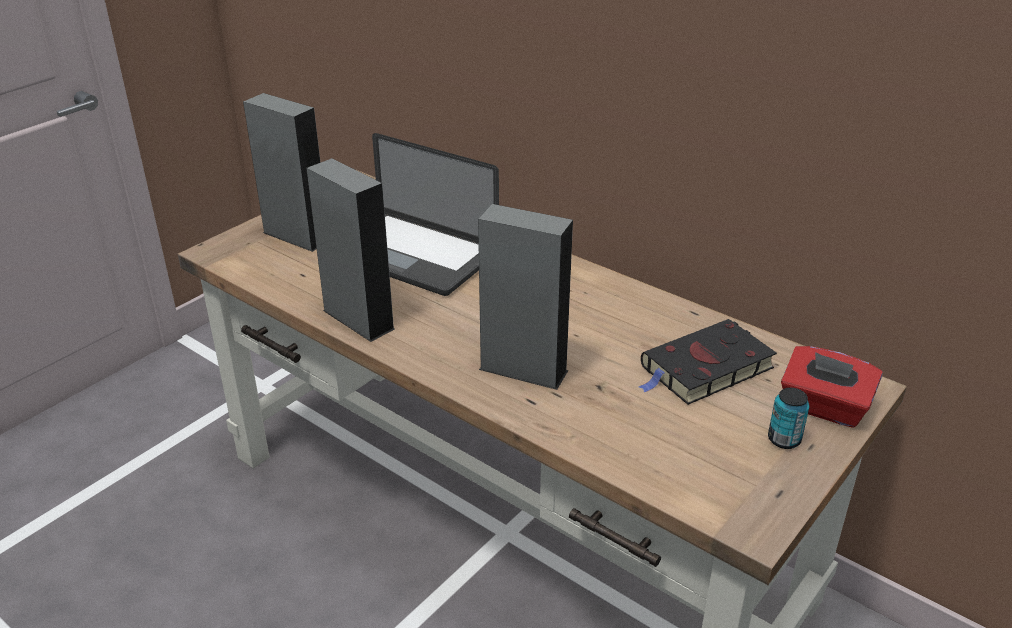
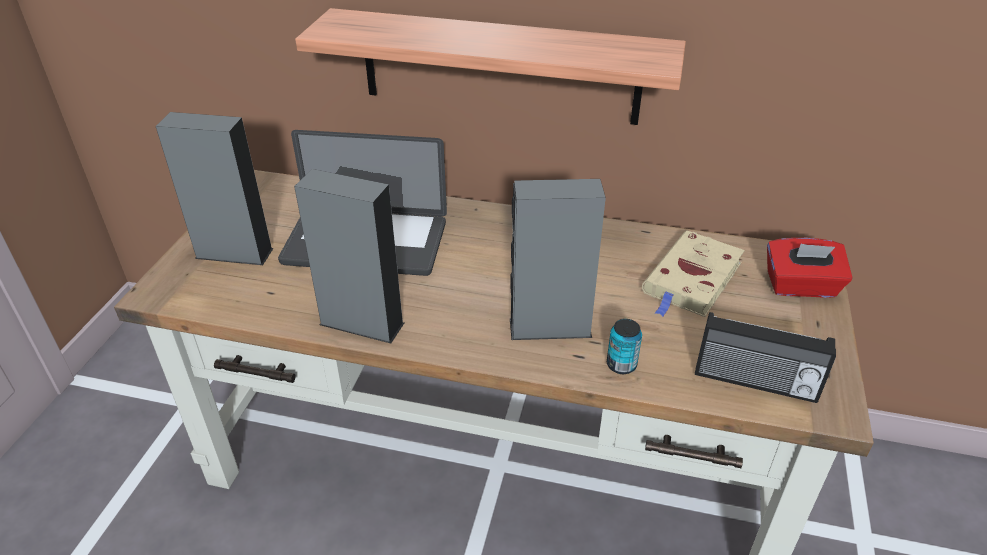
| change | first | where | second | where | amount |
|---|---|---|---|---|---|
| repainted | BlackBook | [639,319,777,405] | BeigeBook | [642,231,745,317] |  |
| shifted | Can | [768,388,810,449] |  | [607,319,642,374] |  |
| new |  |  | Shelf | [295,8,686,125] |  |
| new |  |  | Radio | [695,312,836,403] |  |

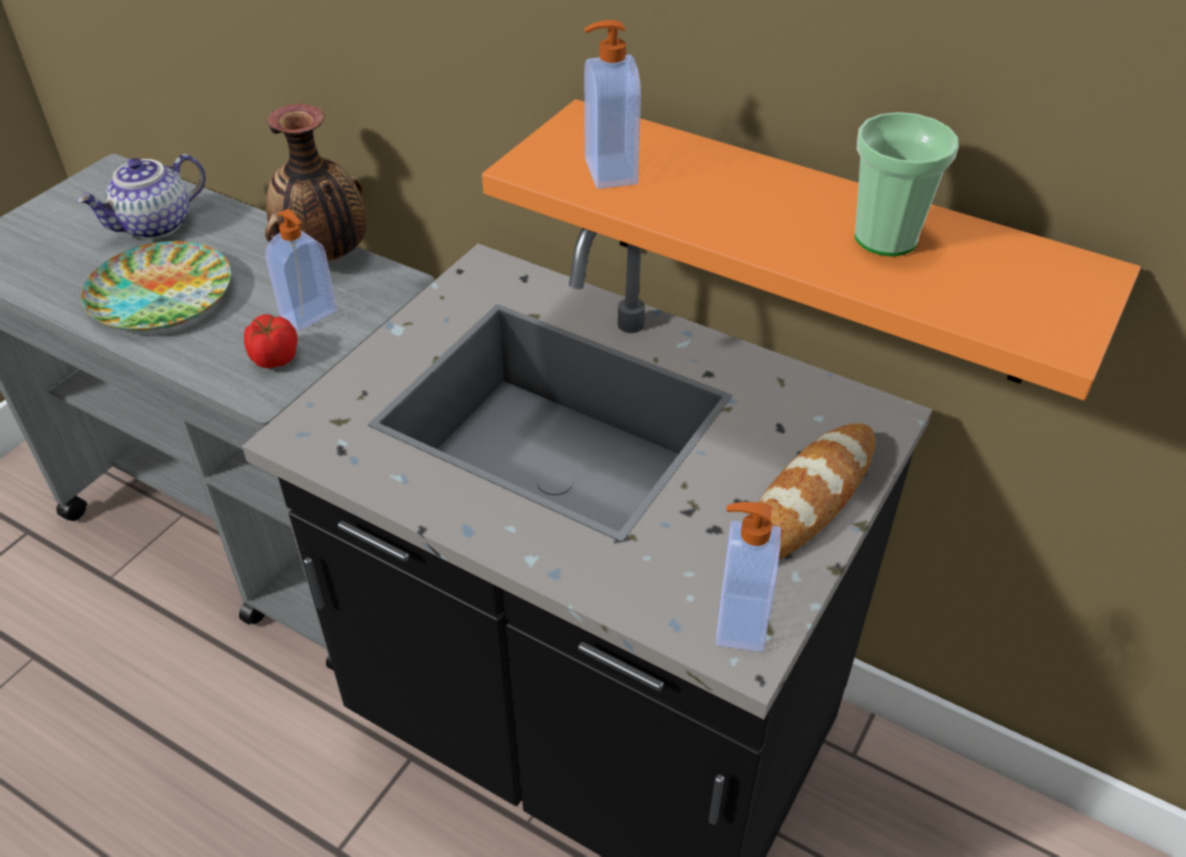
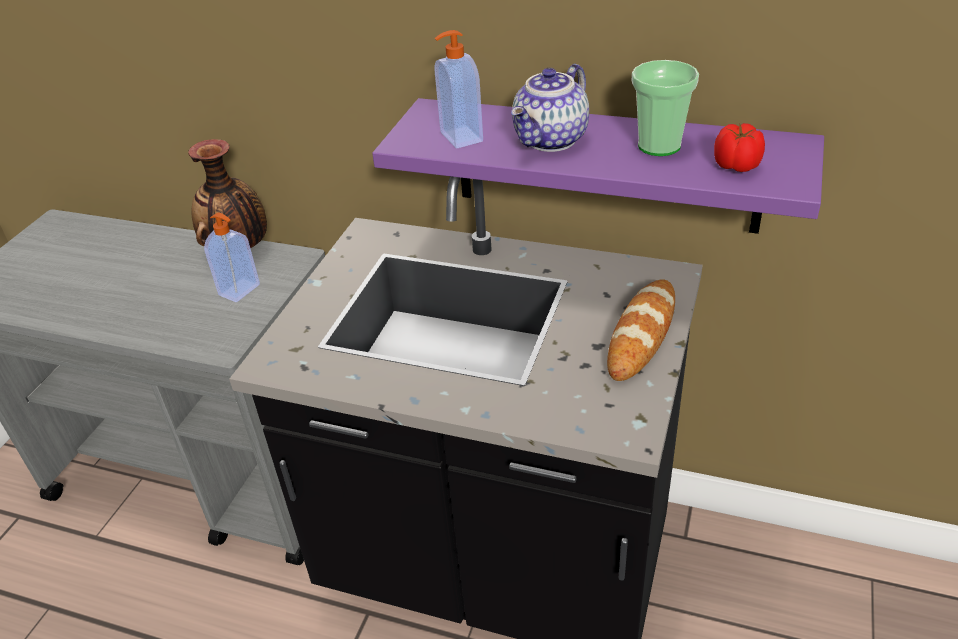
| change | first | where | second | where | amount |
|---|---|---|---|---|---|
| shifted | Teapot | [77,154,206,239] |  | [511,64,589,152] |  |
| gone | Plate | [81,241,231,331] |  |  |  |
| shifted | Tomato | [244,314,298,368] |  | [714,123,765,172] |  |
| repainted | OrangeShelf | [482,99,1141,400] | PurpleShelf | [372,98,824,234] |  |
| gone | SoapDispenser | [716,502,781,652] |  |  |  |

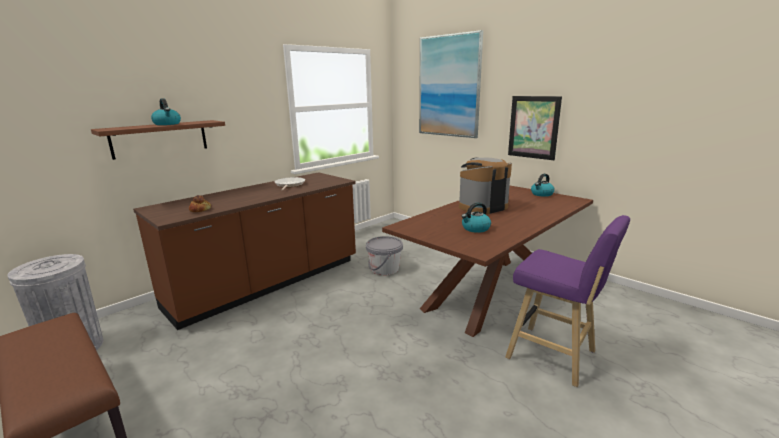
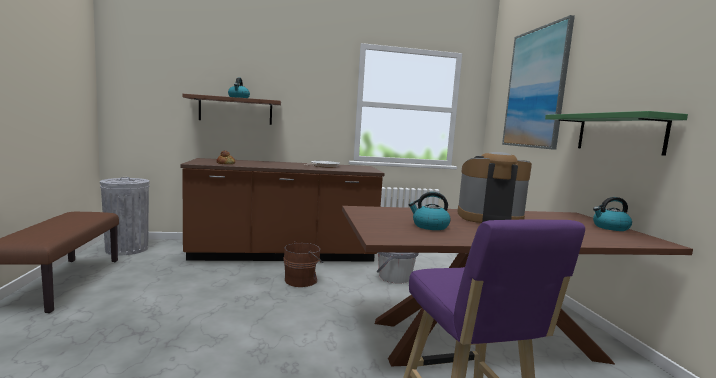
| change | first | where | second | where | amount |
|---|---|---|---|---|---|
| swapped | Picture | [508,96,562,160] | GreenShelf | [545,111,688,156] |  |
| new |  |  | BrownBucket | [283,241,323,287] |  |

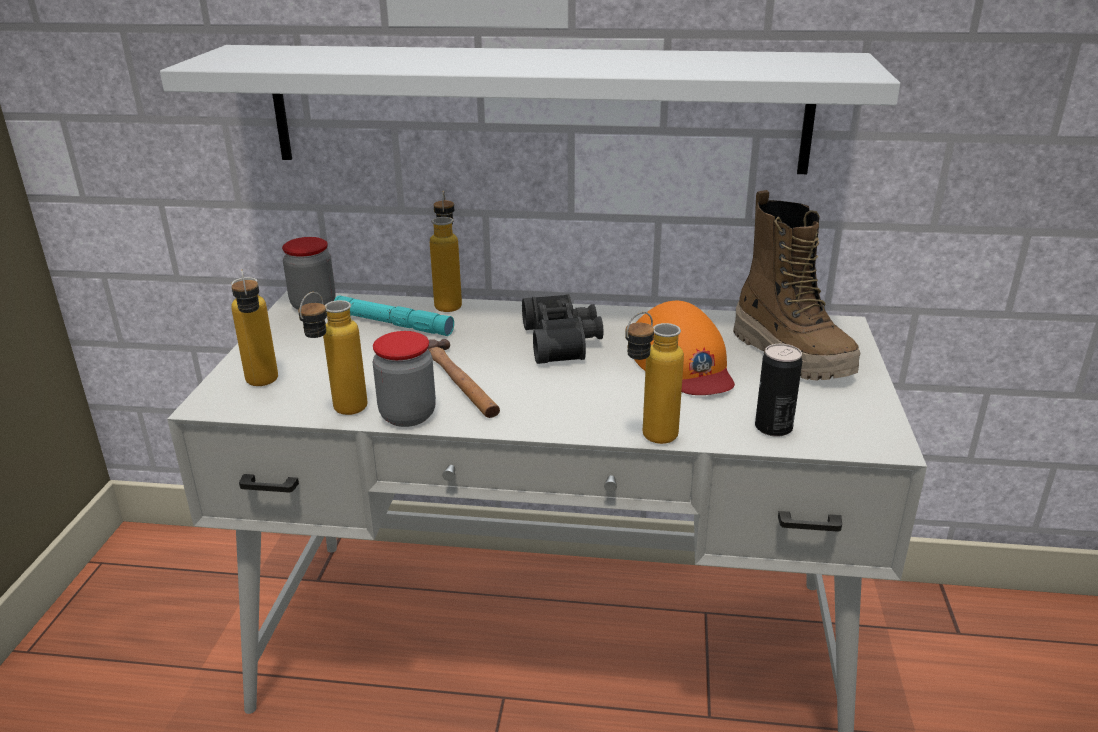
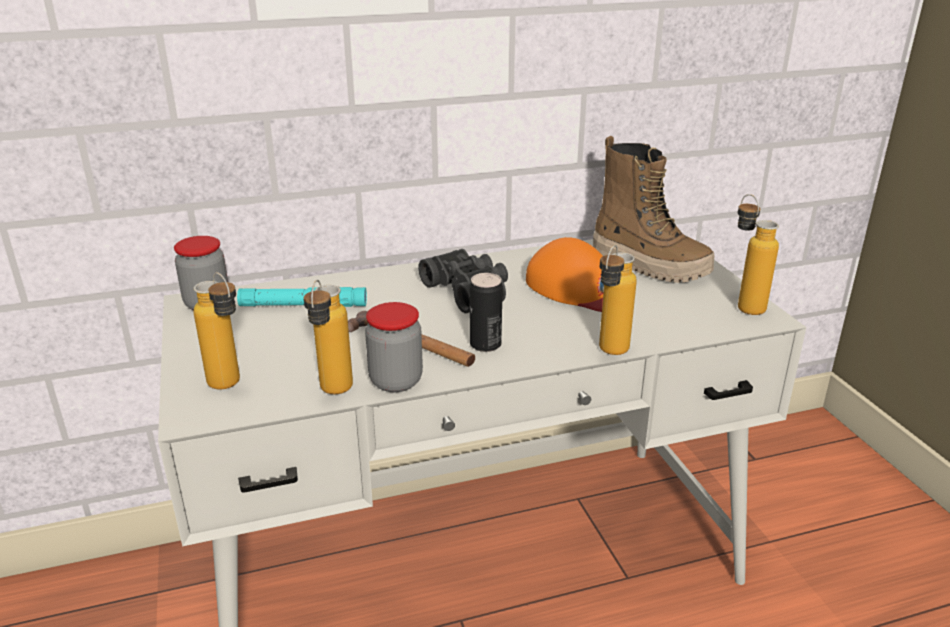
| change | first | where | second | where | amount |
|---|---|---|---|---|---|
| gone | WhiteShelf | [160,45,900,174] |  |  |  |
| shifted | Bottle | [430,191,462,312] |  | [738,194,779,315] |  |
| shifted | Can | [755,344,802,437] |  | [470,273,503,352] |  |

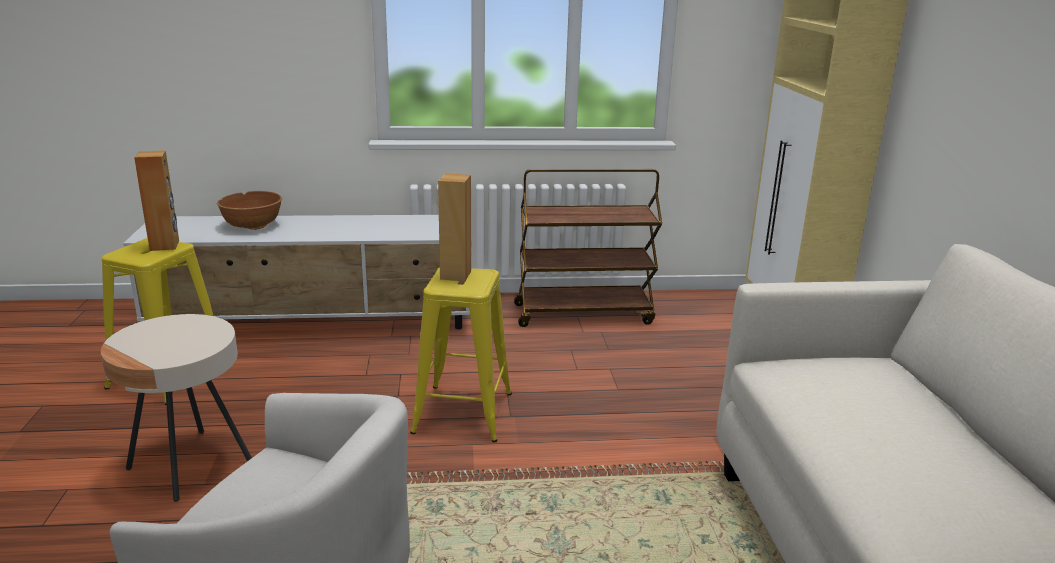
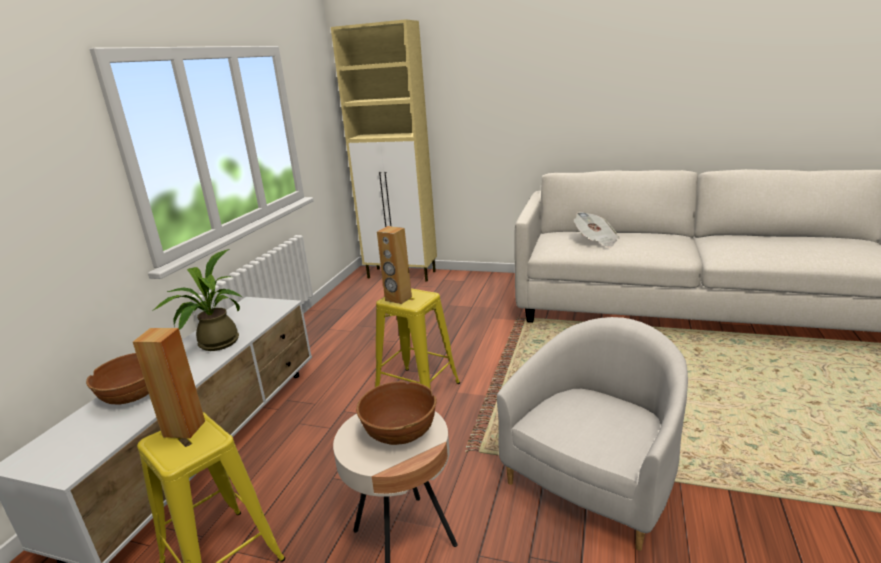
| change | first | where | second | where | amount |
|---|---|---|---|---|---|
| gone | BrownCart | [514,169,662,327] |  |  |  |
| new |  |  | PottedPlant | [152,249,242,351] |  |
| new |  |  | BrownBowl | [356,381,437,445] |  |
| new |  |  | Newspaper | [574,212,620,247] |  |

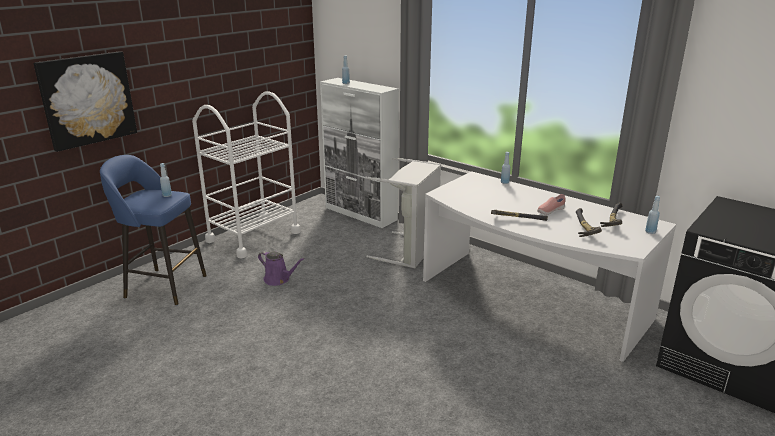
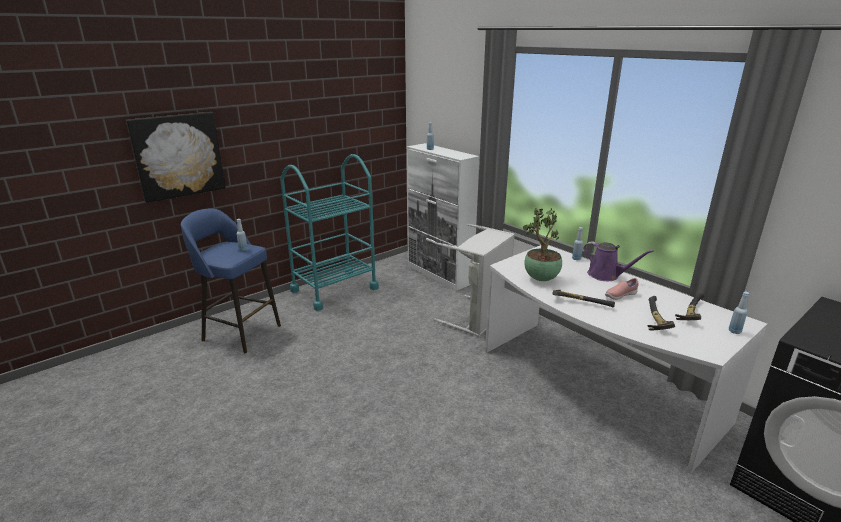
| change | first | where | second | where | amount |
|---|---|---|---|---|---|
| repainted | WhiteCart | [192,92,301,259] | TurquoiseCart | [280,154,379,311] |  |
| shifted | PurpleWateringCan | [258,251,305,286] |  | [584,242,654,281] |  |
| new |  |  | PottedPlant | [523,208,562,281] |  |

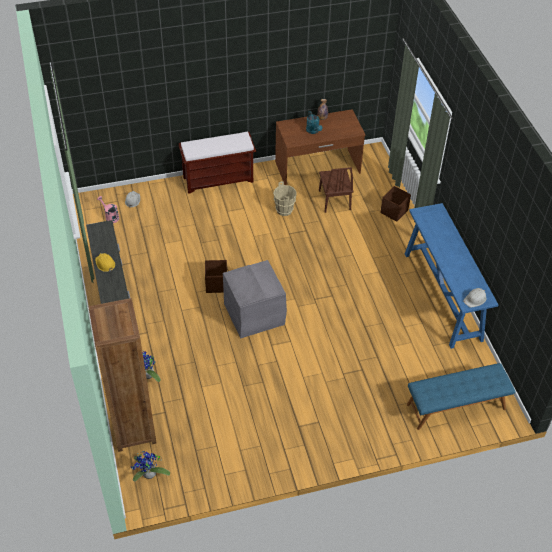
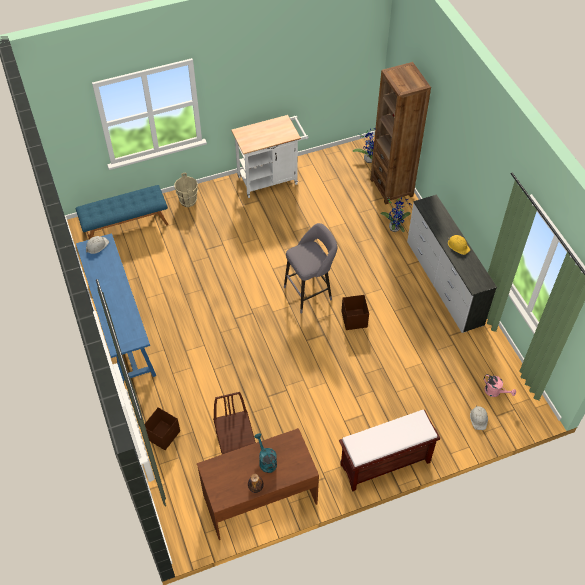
| change | first | where | second | where | amount |
|---|---|---|---|---|---|
| swapped | GreyStorageBox | [223,260,287,339] | GreyStool | [284,223,337,314] |  |
| shifted | BeigeBucket | [273,181,296,216] |  | [174,173,198,207] |  |
| new |  |  | WhiteCart | [231,115,308,198] |  |

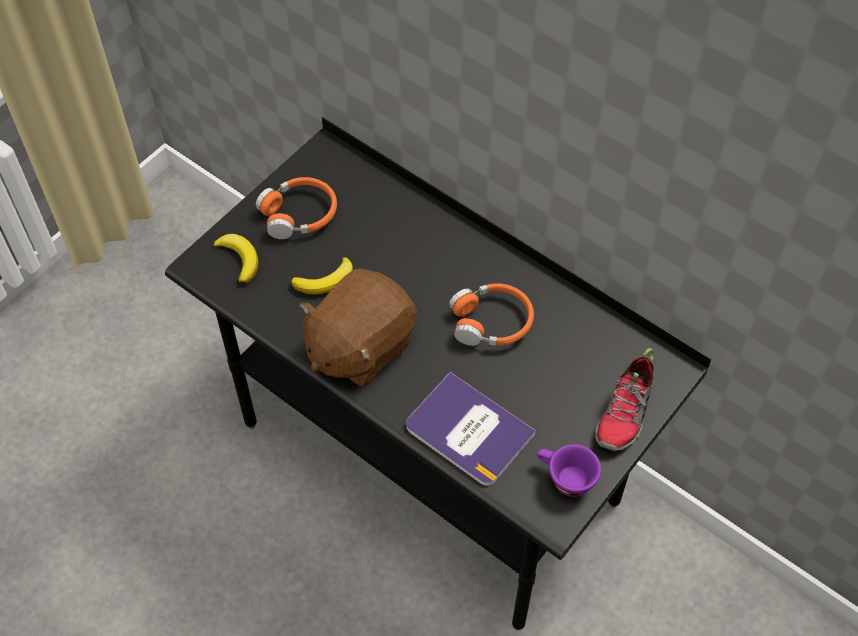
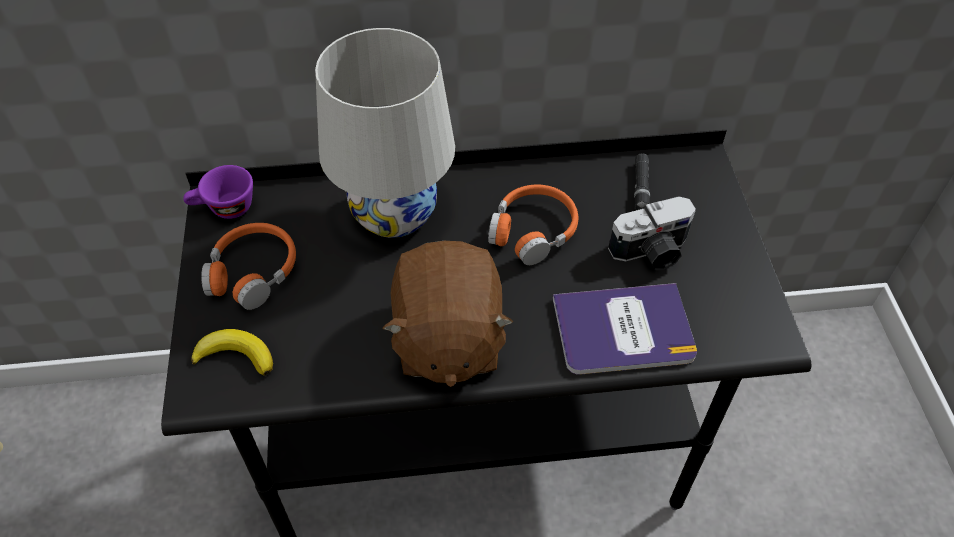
| change | first | where | second | where | amount |
|---|---|---|---|---|---|
| gone | Banana | [291,257,353,294] |  |  |  |
| shifted | PurpleCup | [537,444,601,497] |  | [183,165,253,219] |  |
| gone | Shoe | [595,348,655,451] |  |  |  |
| new |  |  | WhiteTableLamp | [315,28,455,238] |  |
| new |  |  | PhotoCamera | [608,196,696,270] |  |
| new |  |  | BlackFlashlight | [634,154,650,210] |  |

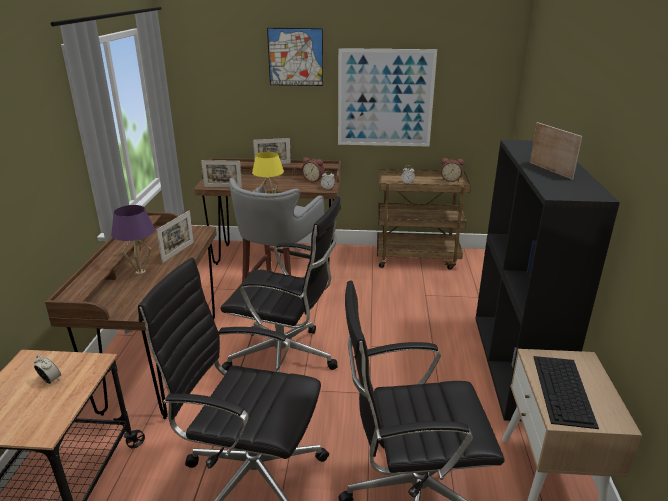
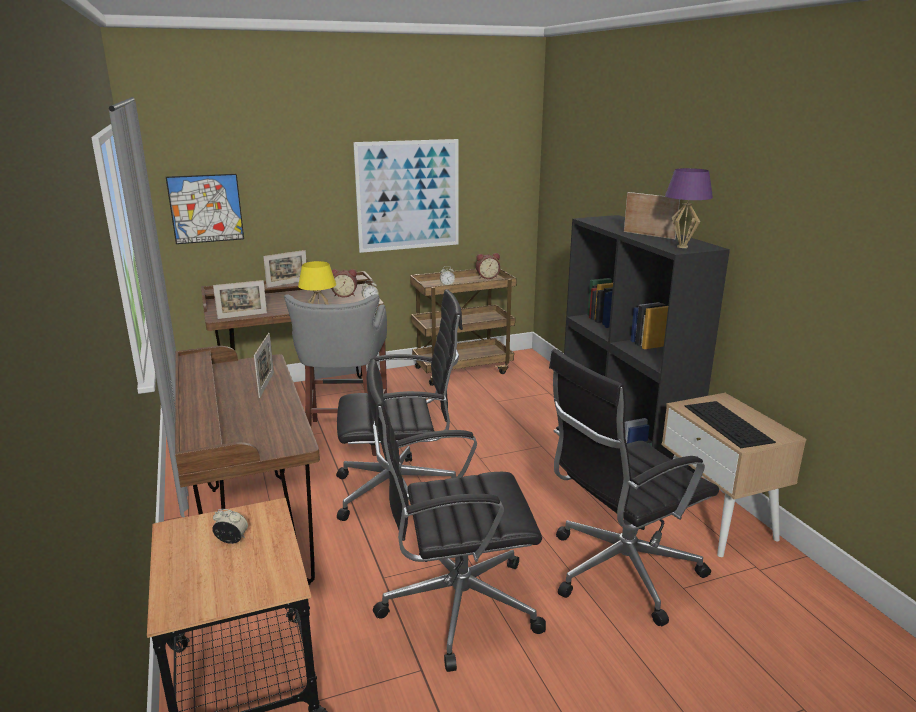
| change | first | where | second | where | amount |
|---|---|---|---|---|---|
| shifted | PurpleTableLamp | [111,205,155,275] |  | [665,168,713,248] |  |
| shifted | Picture | [267,28,323,86] |  | [166,174,244,244] |  |

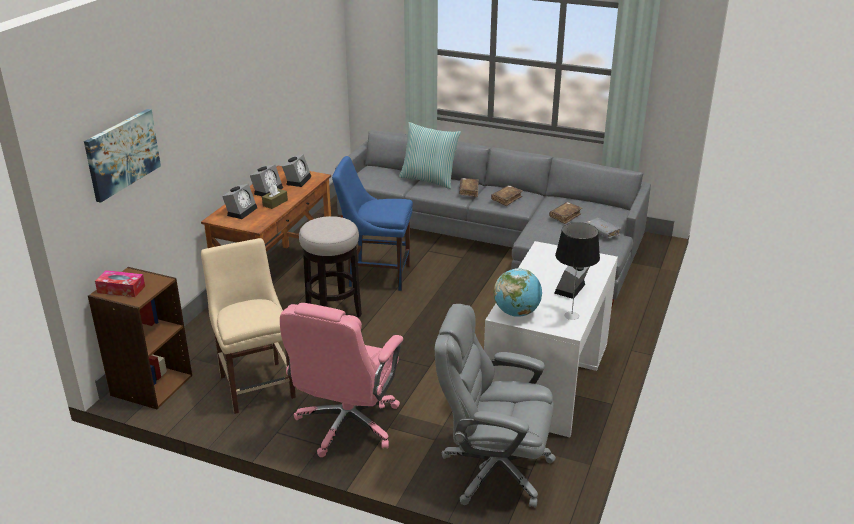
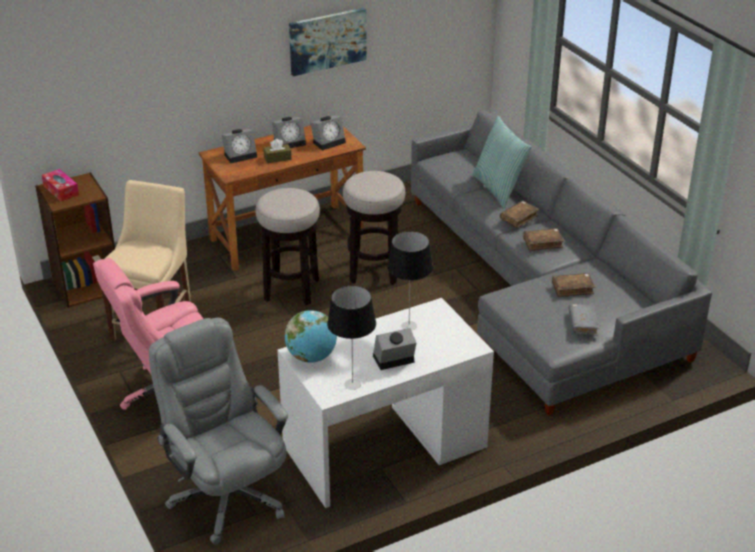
| change | first | where | second | where | amount |
|---|---|---|---|---|---|
| shifted | Picture | [84,109,161,203] |  | [289,8,367,76] |  |
| swapped | BlueChair | [332,156,413,291] | Stool | [343,171,405,285] |  |
| new |  |  | TableLamp | [387,231,433,331] |  |

